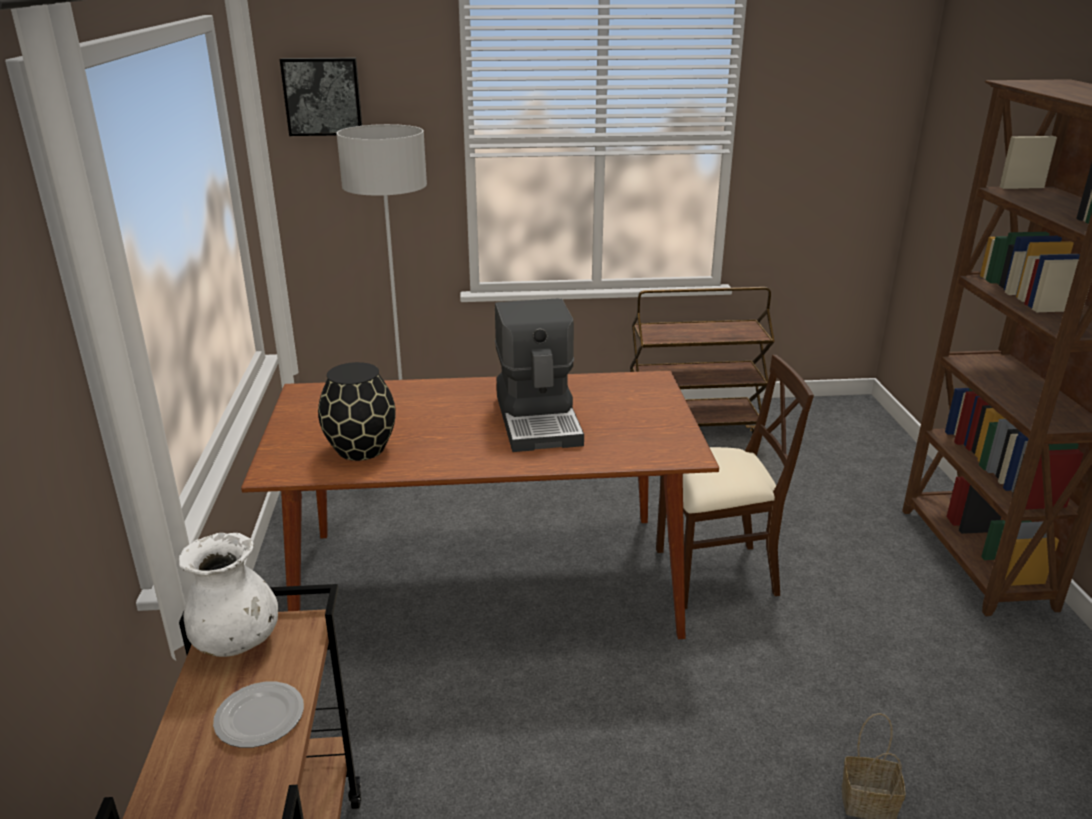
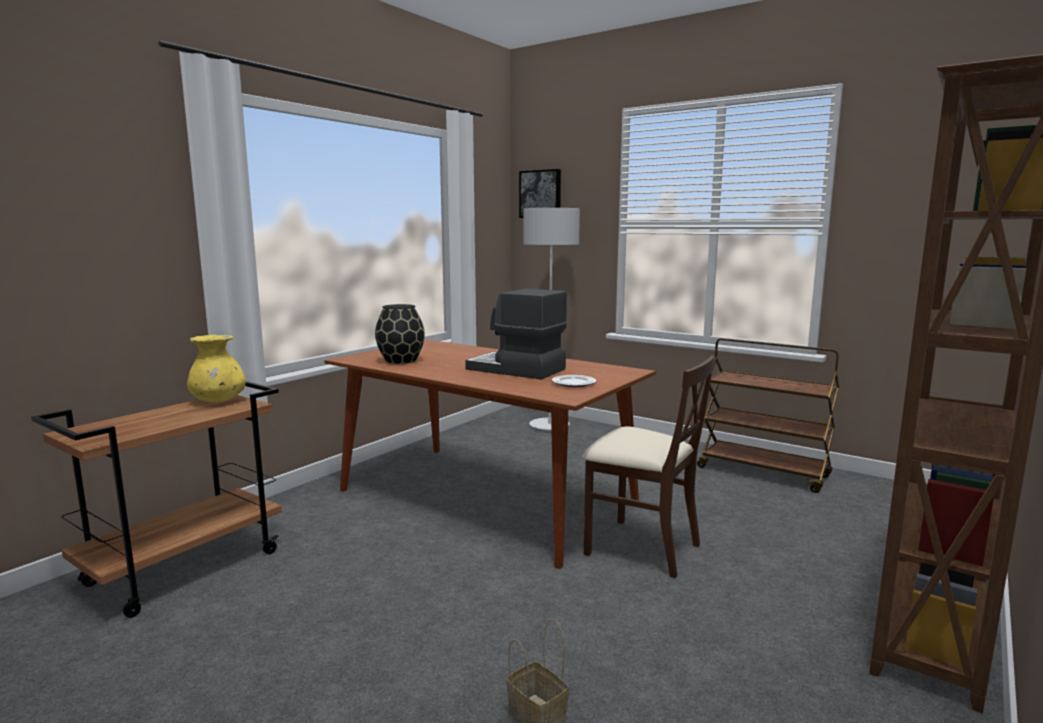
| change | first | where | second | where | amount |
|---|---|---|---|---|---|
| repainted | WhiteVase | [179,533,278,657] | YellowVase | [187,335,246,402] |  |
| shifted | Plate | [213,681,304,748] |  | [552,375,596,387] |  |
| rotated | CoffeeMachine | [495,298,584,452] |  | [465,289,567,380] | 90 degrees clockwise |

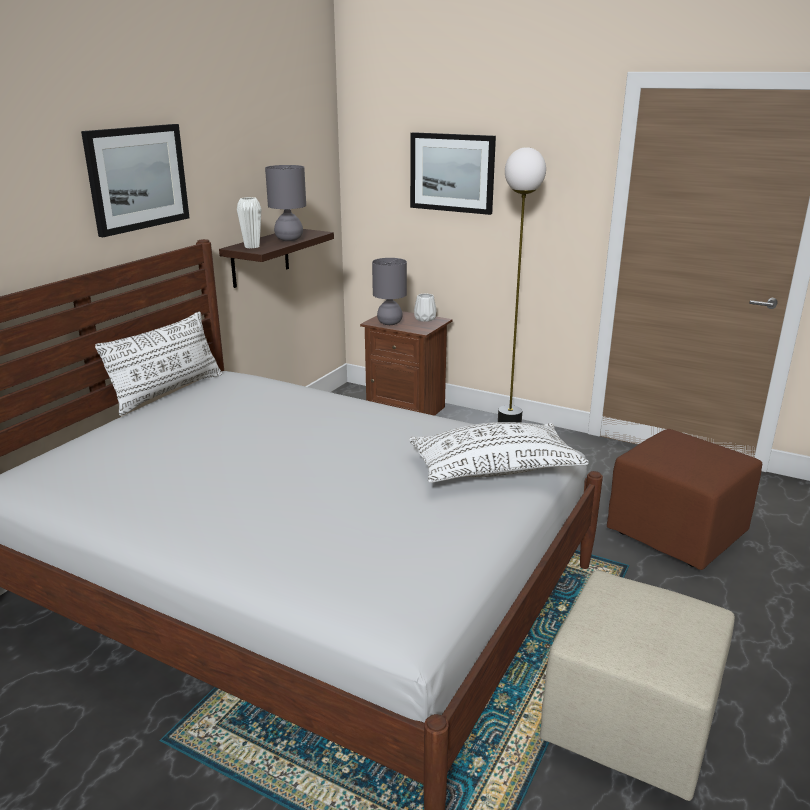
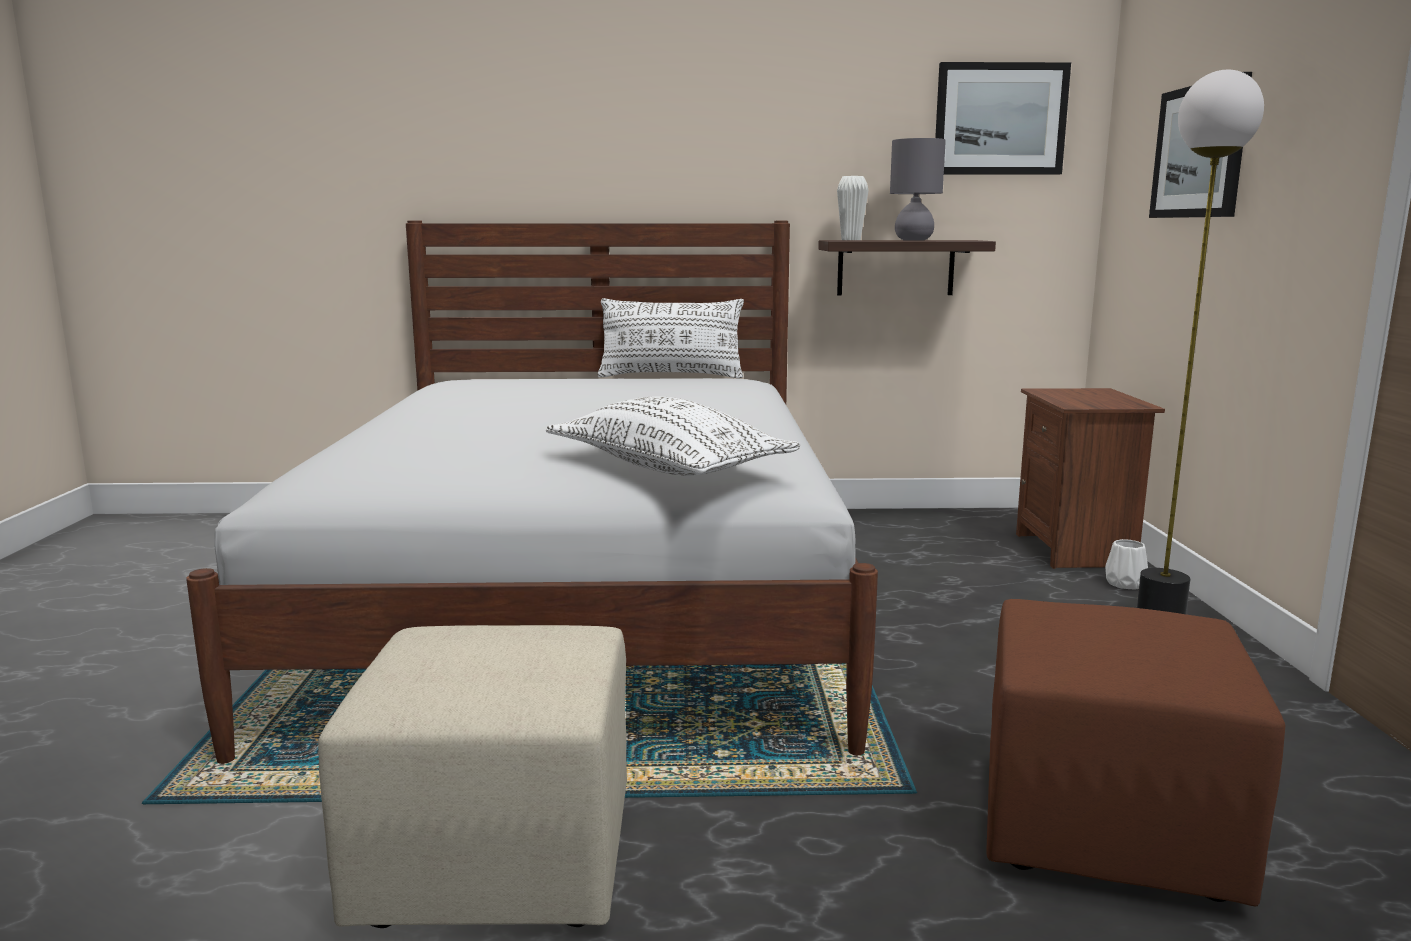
| change | first | where | second | where | amount |
|---|---|---|---|---|---|
| shifted | Picture | [81,124,189,237] |  | [935,62,1071,175] |  |
| gone | GreyTableLamp | [372,258,407,325] |  |  |  |
| shifted | WhiteVase | [414,294,437,322] |  | [1105,539,1148,589] |  |

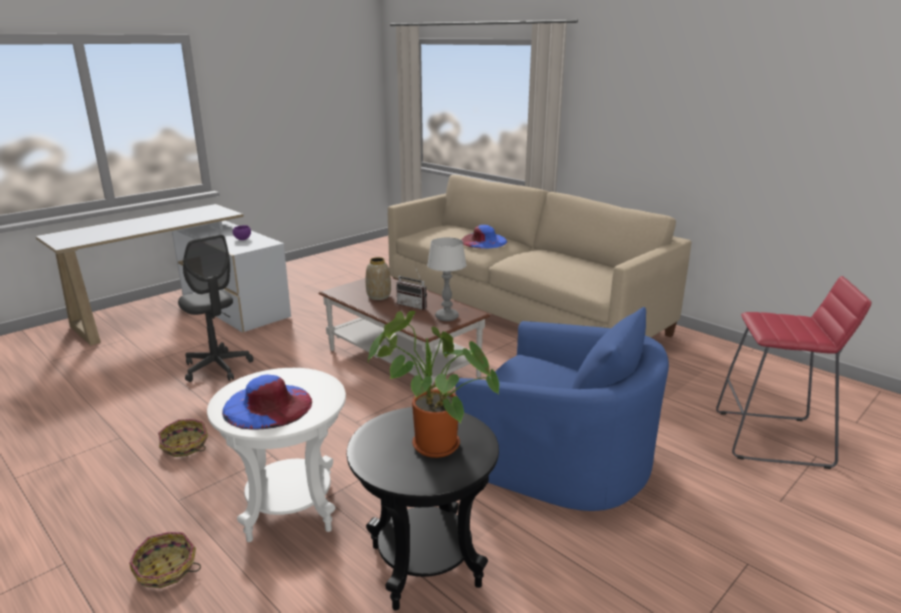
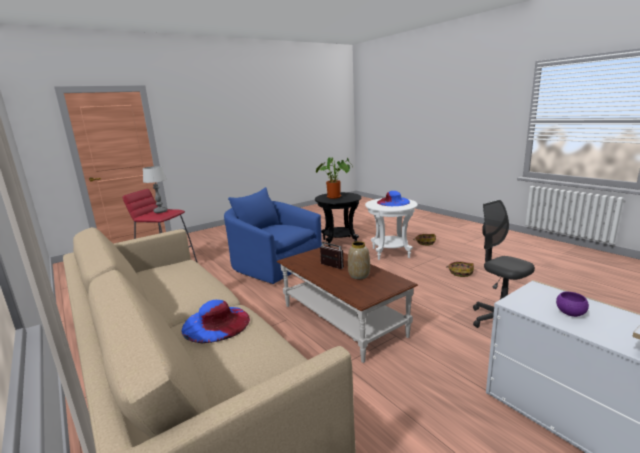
| change | first | where | second | where | amount |
|---|---|---|---|---|---|
| shifted | TableLamp | [427,237,467,321] |  | [143,166,168,213] |  |

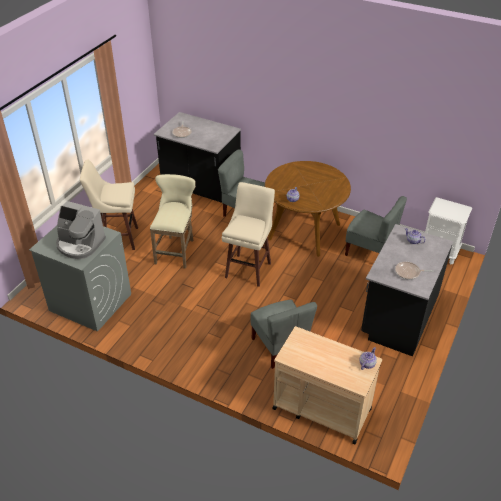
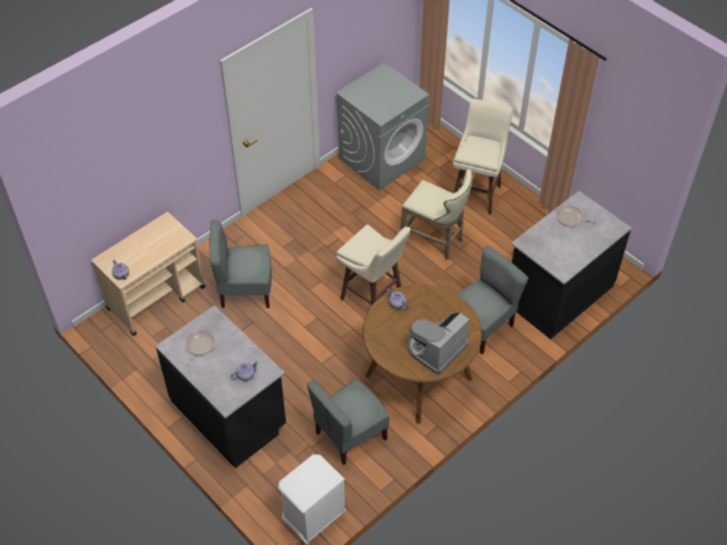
| change | first | where | second | where | amount |
|---|---|---|---|---|---|
| shifted | CoffeeMachine | [56,201,106,259] |  | [407,312,469,373] |  |

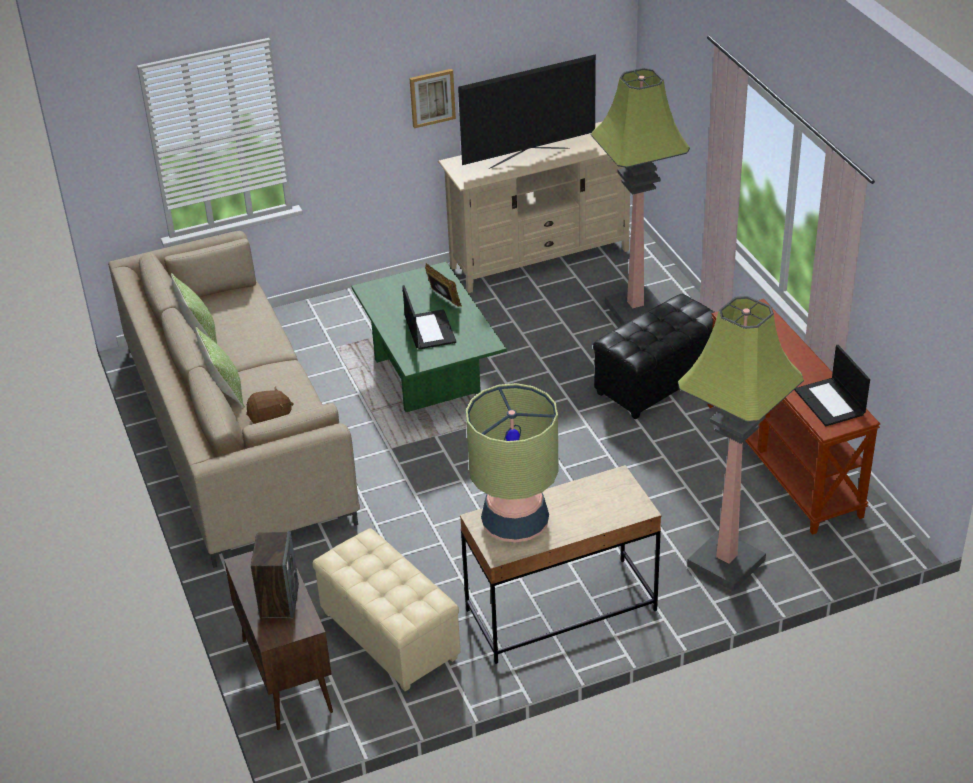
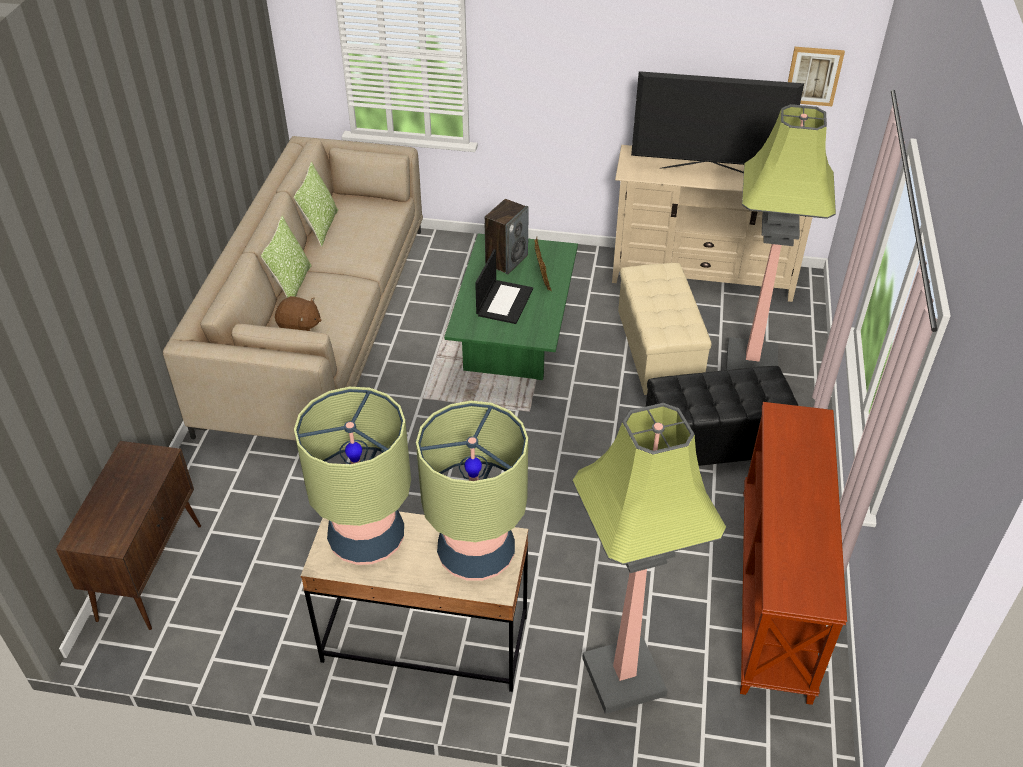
| change | first | where | second | where | amount |
|---|---|---|---|---|---|
| shifted | Speaker | [251,531,299,619] |  | [484,199,529,274] |  |
| shifted | BeigeOttoman | [313,528,461,691] |  | [618,263,711,395] |  |
| shifted | Picture | [409,69,456,128] |  | [788,47,845,106] |  |
| gone | Laptop | [794,345,870,426] |  |  |  |
| new |  |  | TableLamp | [416,401,528,581] |  |

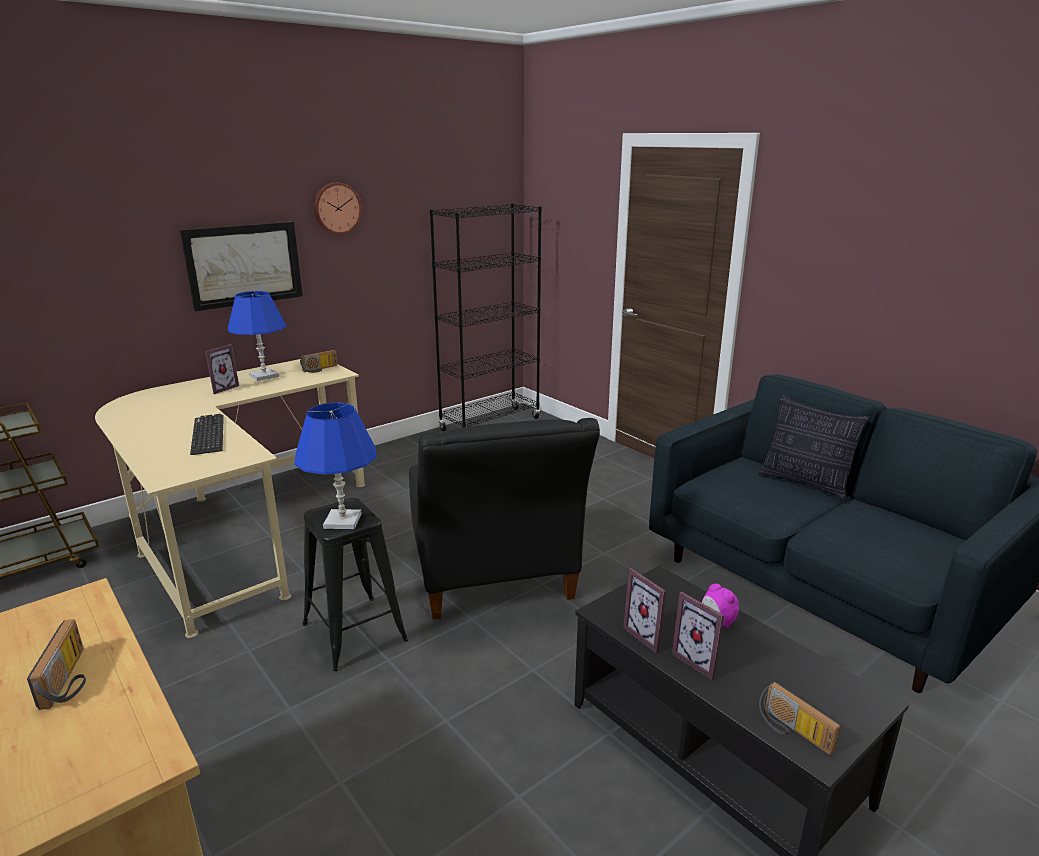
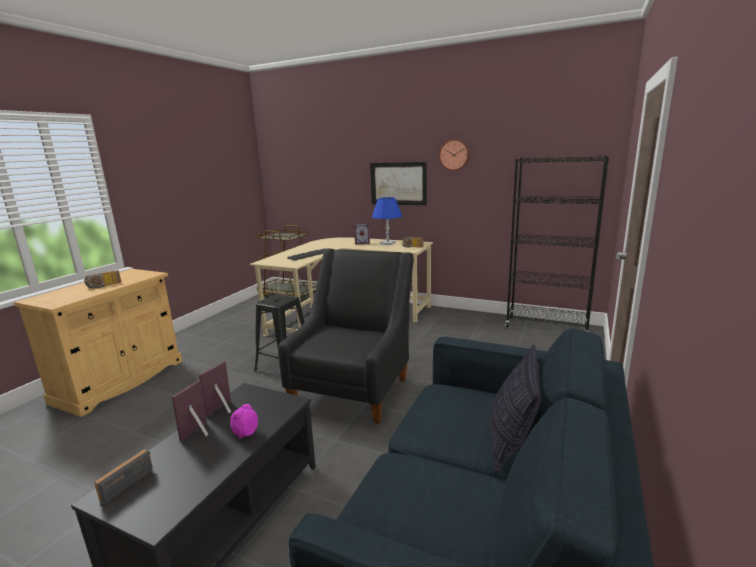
| change | first | where | second | where | amount |
|---|---|---|---|---|---|
| gone | BlueTableLamp | [294,402,377,529] |  |  |  |
| rotated | BlackArmchair | [409,418,600,620] |  | [278,248,414,424] | 150 degrees clockwise |

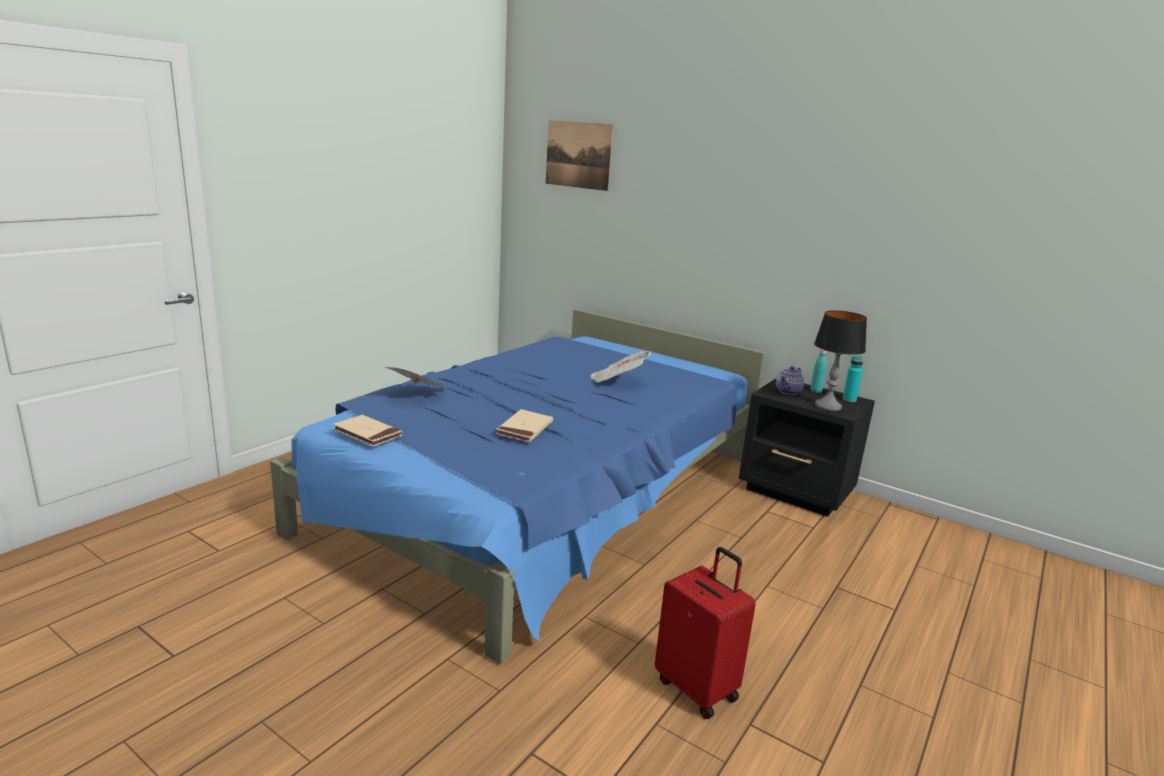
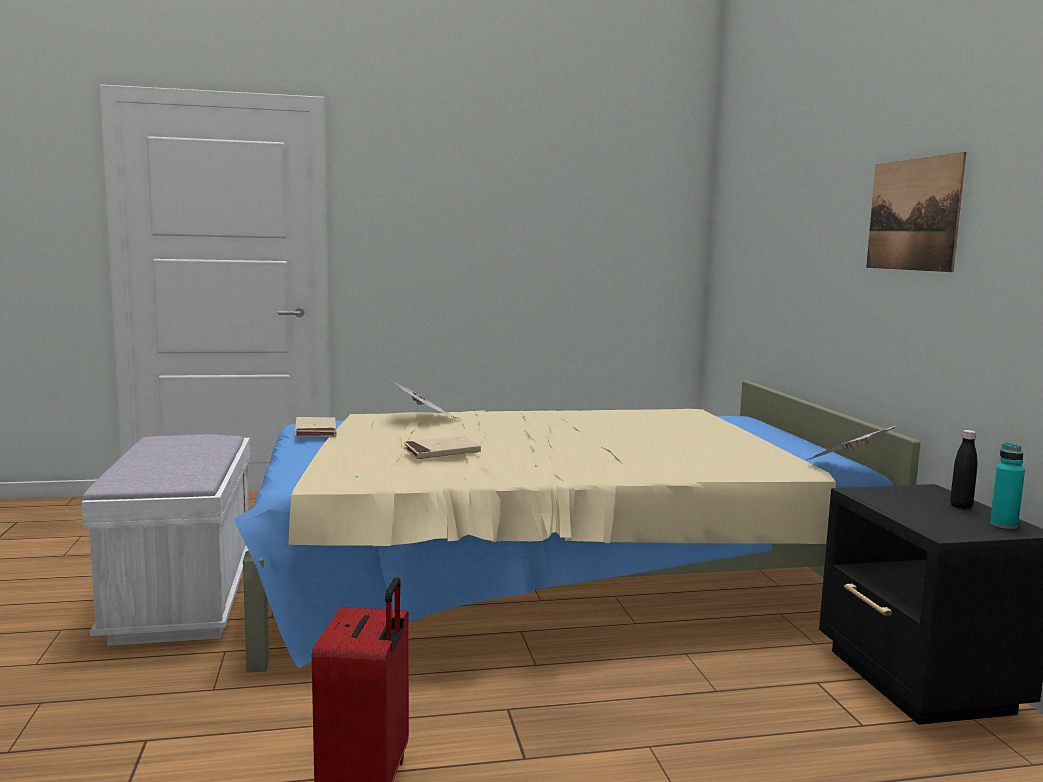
| change | first | where | second | where | amount |
|---|---|---|---|---|---|
| repainted | BlueBed | [270,309,766,665] | BeigeBed | [234,381,921,673] |  |
| shifted | Picture | [546,120,613,191] |  | [866,152,966,272] |  |
| shifted | Newspaper | [590,351,651,383] |  | [806,426,895,460] |  |
| gone | Teapot | [776,366,804,395] |  |  |  |
| repainted | TurquoiseBottle | [810,349,827,393] | BlackBottle | [950,430,977,509] |  |
| gone | TableLamp | [814,310,867,411] |  |  |  |
| new |  |  | WhiteBench | [81,434,250,646] |  |

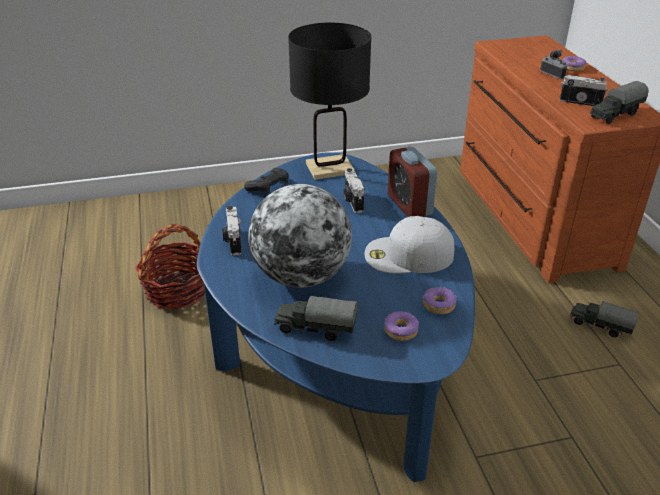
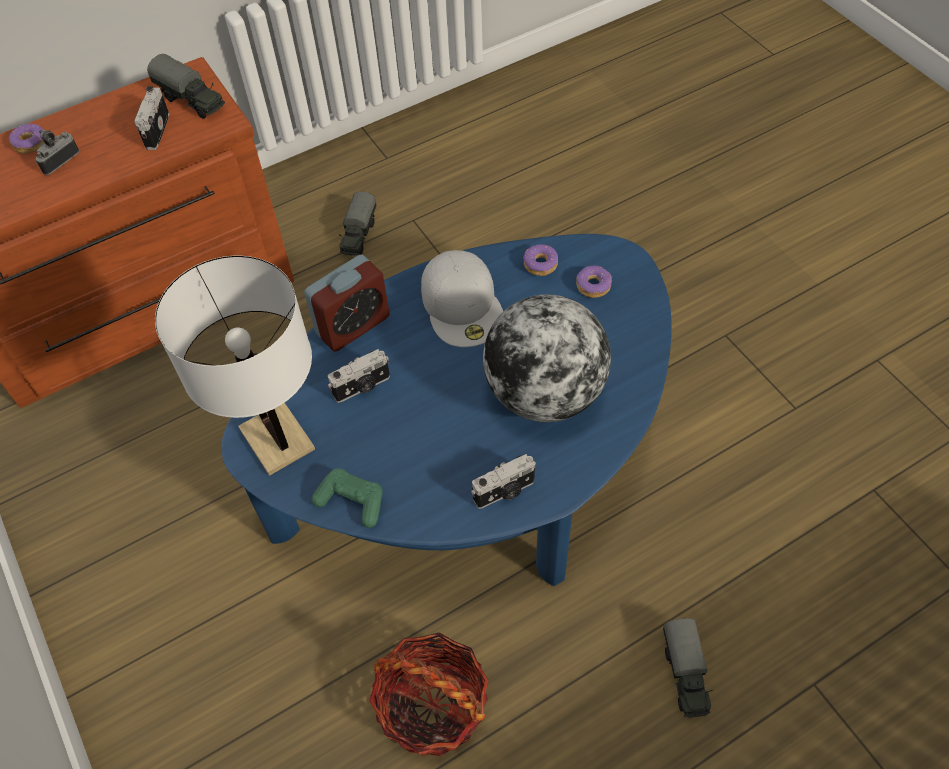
| change | first | where | second | where | amount |
|---|---|---|---|---|---|
| repainted | BlackGameController | [244,168,289,193] | GreenGameController | [312,468,382,528] |  |
| shifted | ToyTruck | [274,296,358,341] |  | [663,618,712,718] |  |
| repainted | BlackTableLamp | [288,23,371,180] | WhiteTableLamp | [155,256,315,476] |  |

